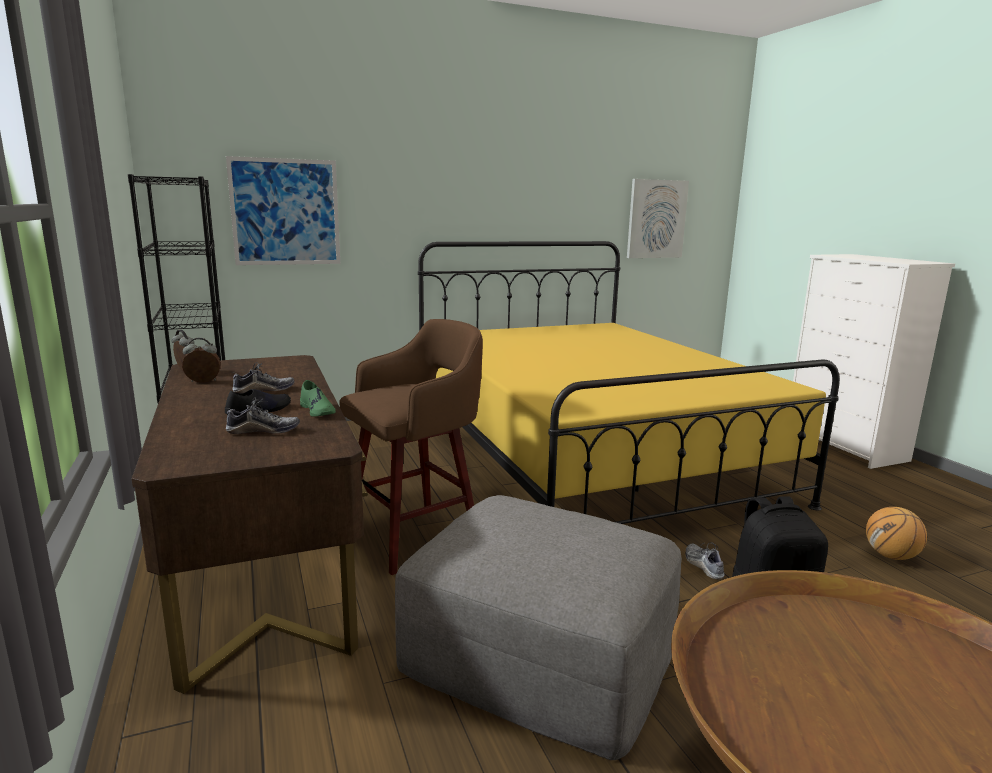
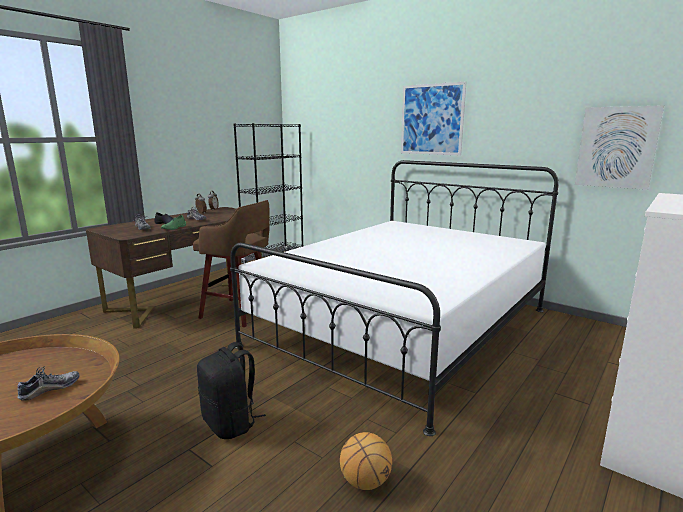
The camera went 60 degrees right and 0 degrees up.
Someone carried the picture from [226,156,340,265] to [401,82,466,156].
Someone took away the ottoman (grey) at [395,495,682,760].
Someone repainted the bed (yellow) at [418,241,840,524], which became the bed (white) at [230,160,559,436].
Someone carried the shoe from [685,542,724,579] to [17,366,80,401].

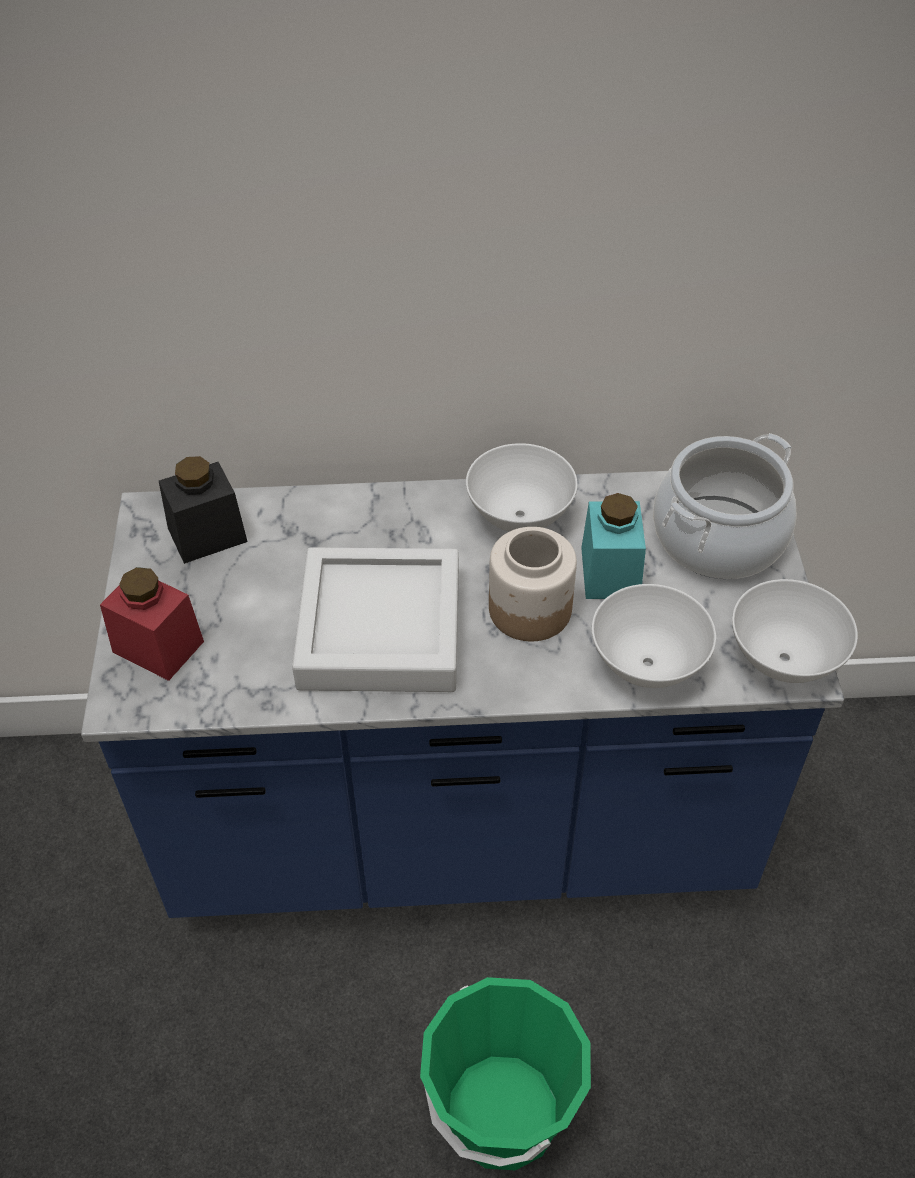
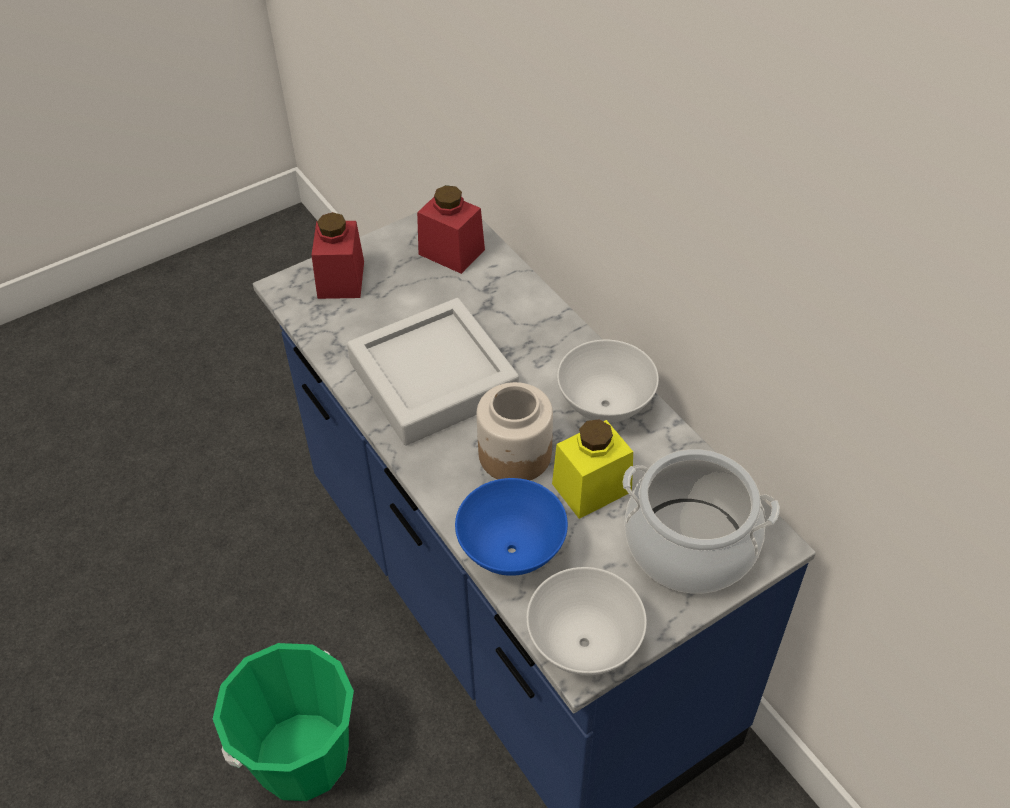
The camera went 60 degrees right and 0 degrees up.
Someone repainted the jar (black) at [159,456,248,564], which became the jar (red) at [417,185,485,274].
Someone repainted the jar (turquoise) at [581,493,646,599], which became the jar (yellow) at [552,419,633,519].
Someone repainted the bowl (white) at [592,584,716,688], which became the bowl (blue) at [455,478,568,576].

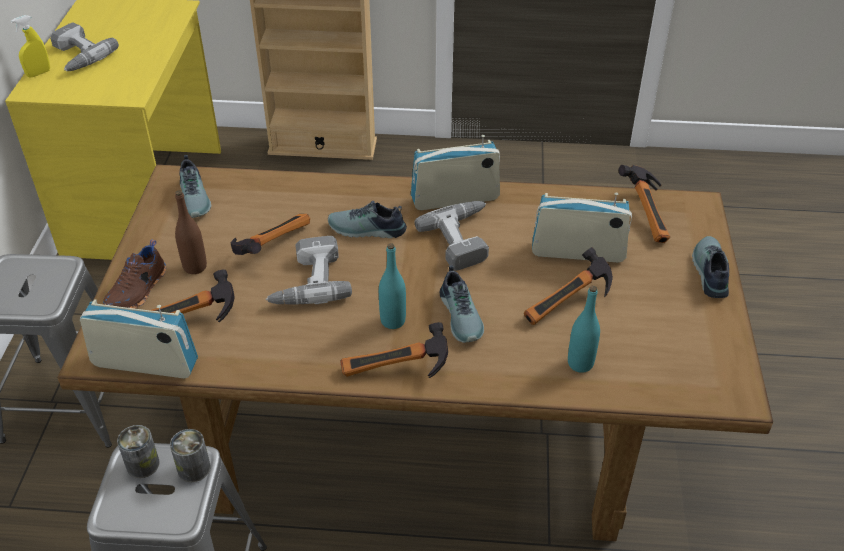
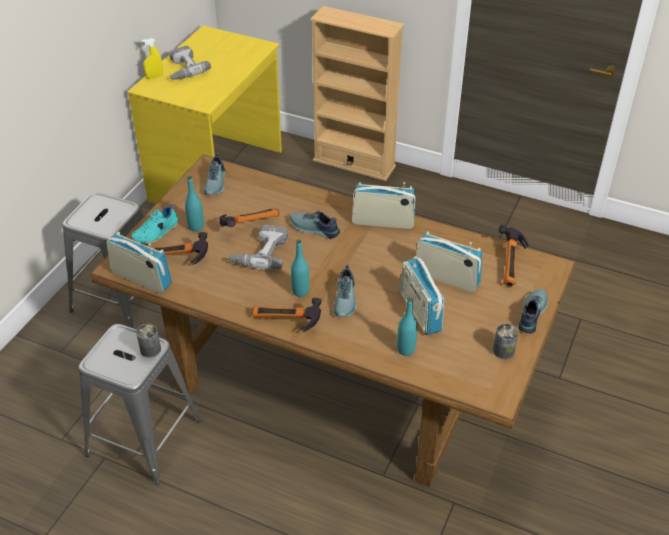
The camera went 20 degrees right and 0 degrees up.
Someone repainted the shoe (brown) at [103,240,166,309], which became the shoe (turquoise) at [131,203,179,244].
Someone carried the can from [117,425,160,478] to [493,323,519,359].
Someone repainted the bottle (brown) at [175,190,207,274], which became the bottle (turquoise) at [185,176,204,232].
Someone took away the power drill at [415,201,489,271].
Someone swapped the hammer at [524,247,613,325] for the radio at [400,256,444,335].

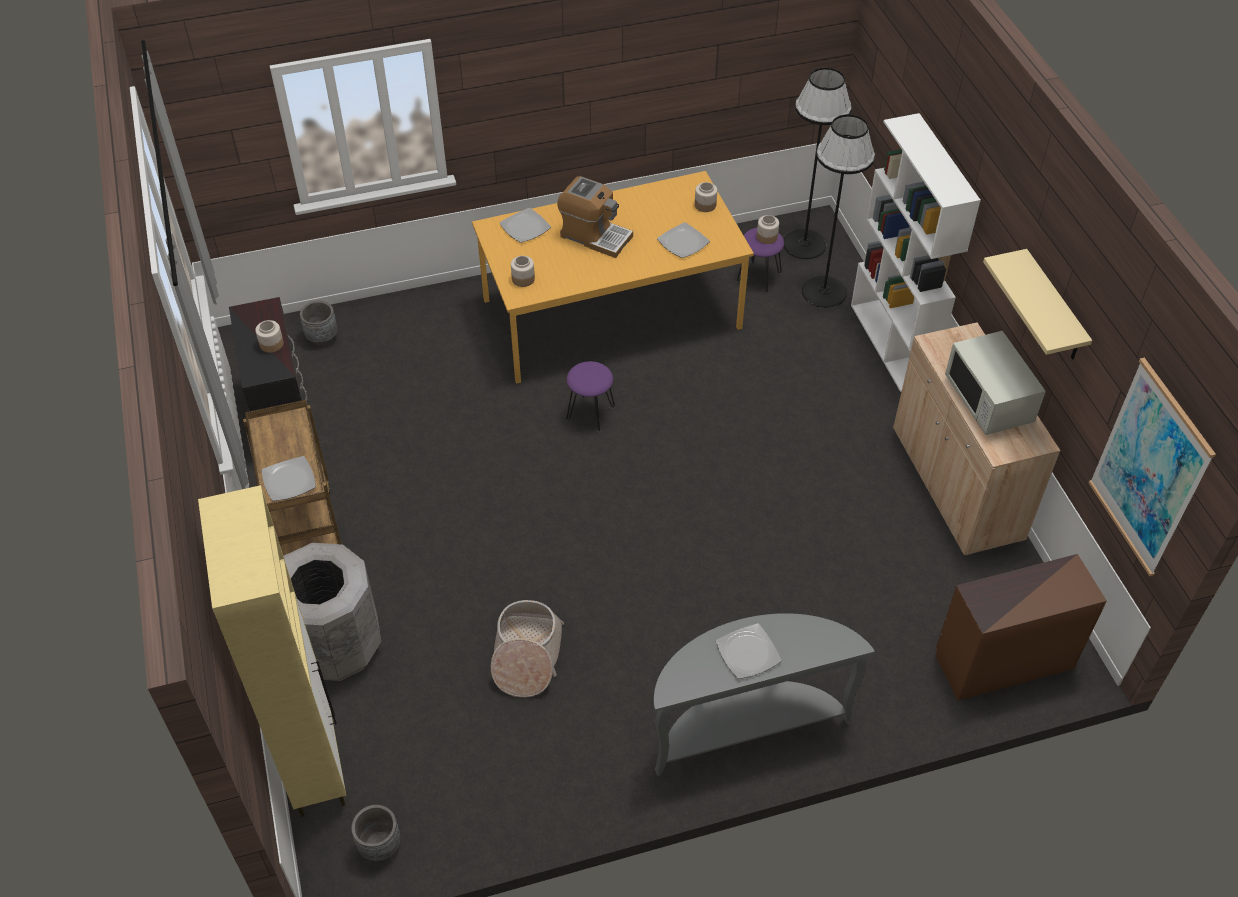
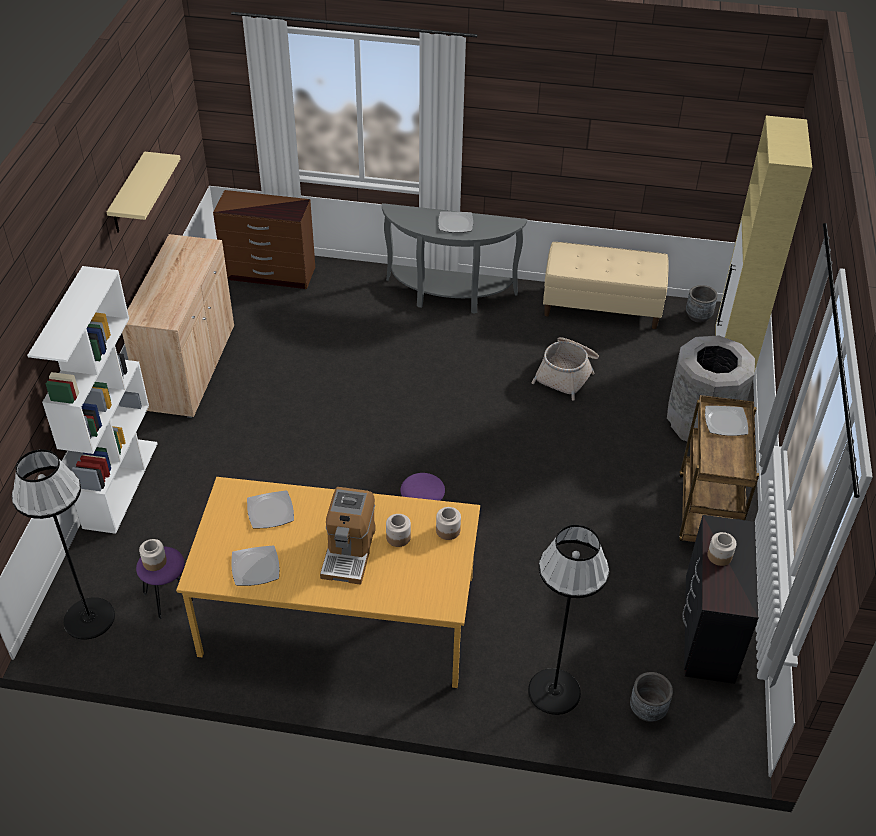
The camera went 155 degrees left and 5 degrees down.
Someone carried the plate from [499,208,551,243] to [231,545,280,586].
Someone rotated the coffee machine at [557,176,633,258] by 135 degrees counterclockwise.
Someone carried the jar from [695,182,717,212] to [386,514,411,547].
Someone carried the floor lamp (black) from [802,114,875,308] to [528,525,609,715].
Someone took away the microwave (white) at [945,331,1046,435].
Someone took away the picture at [1088,358,1216,576].
Someone put down the bench (beige) at [543,242,669,329].

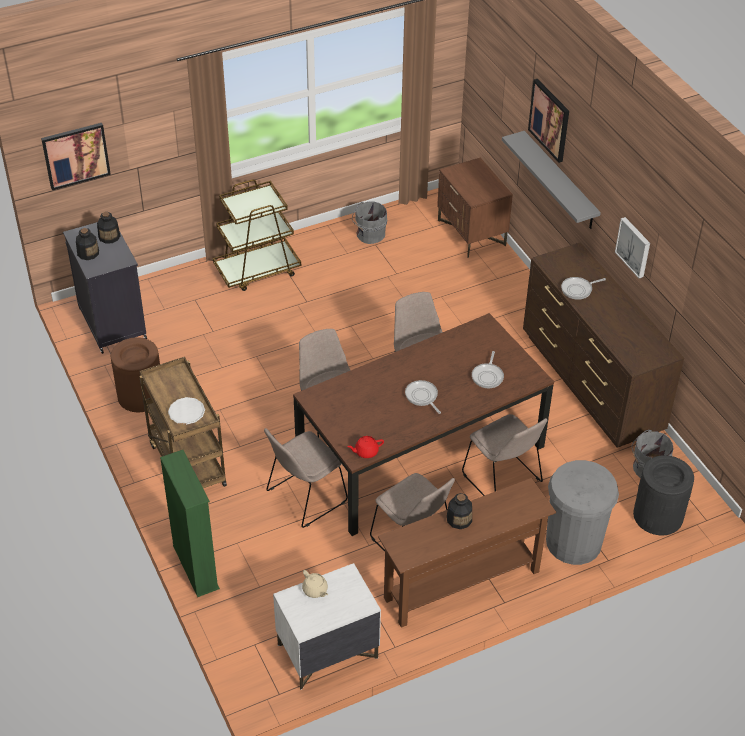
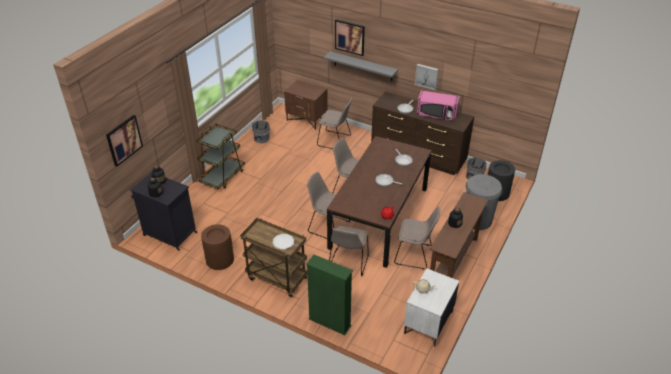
The camera went 35 degrees left and 5 degrees down.
Someone carried the chair (beige) from [462,414,547,496] to [317,98,352,149].
Someone put down the microwave (pink) at [417,91,460,120].

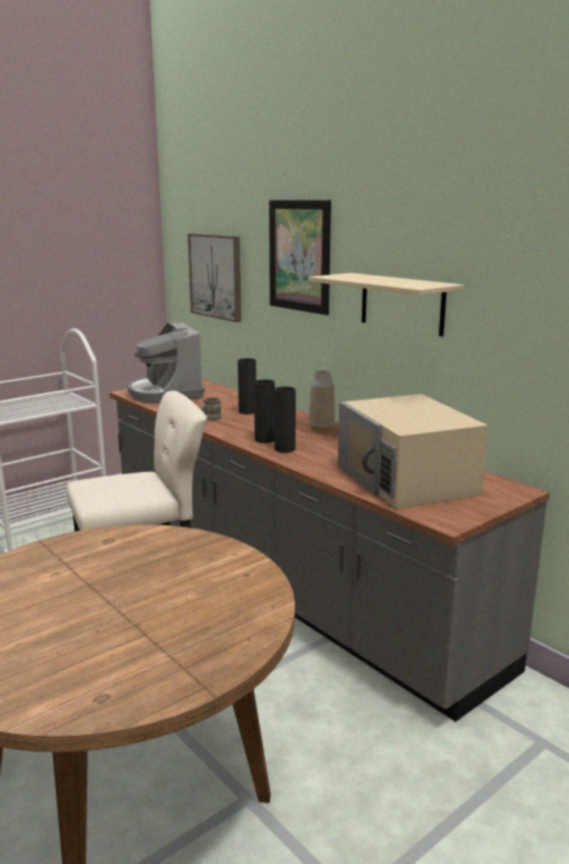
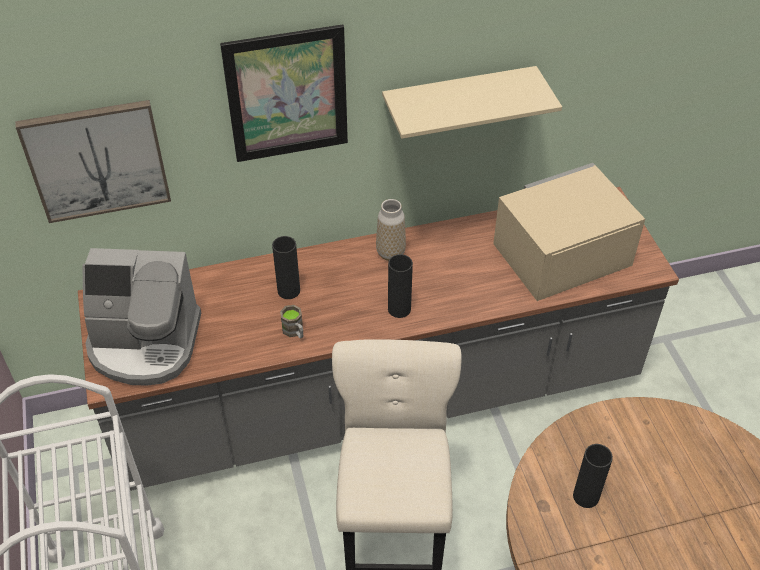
The camera went 65 degrees left and 30 degrees up.
Someone carried the vase (black) from [274,386,296,453] to [573,444,613,508].
Someone rotated the microwave (beige) at [338,394,488,509] by 150 degrees clockwise.

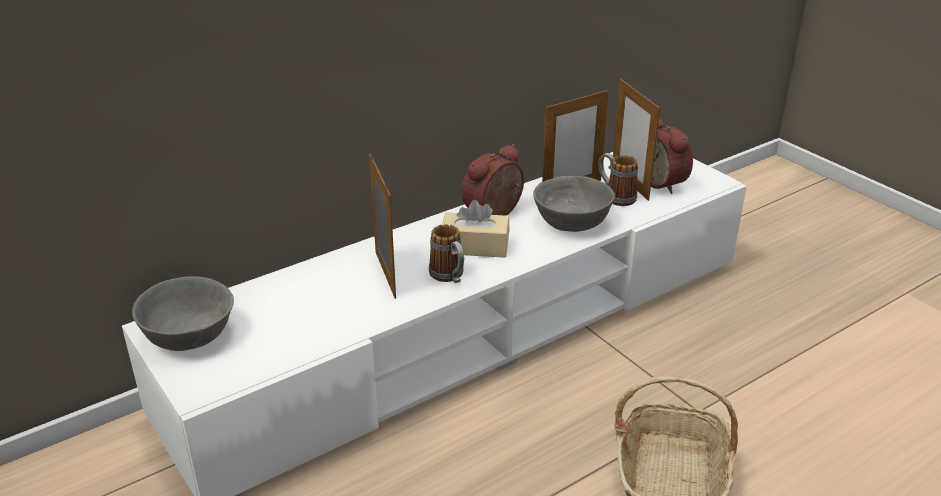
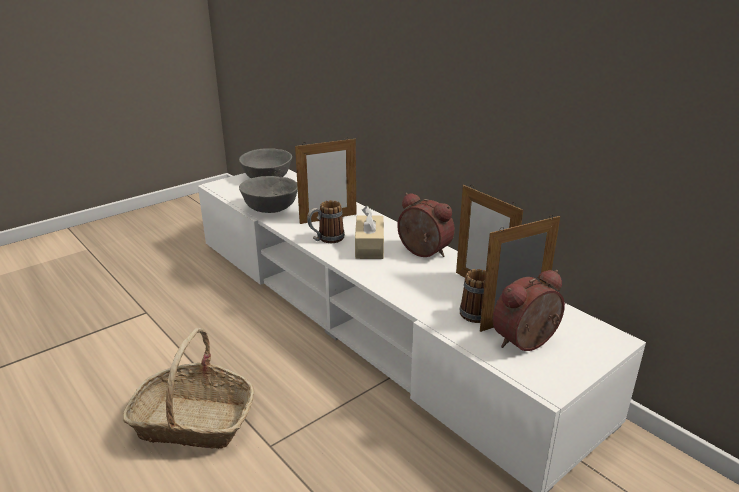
The camera went 85 degrees right and 5 degrees down.
Someone carried the bowl (grey) from [533,176,615,232] to [239,176,298,213].

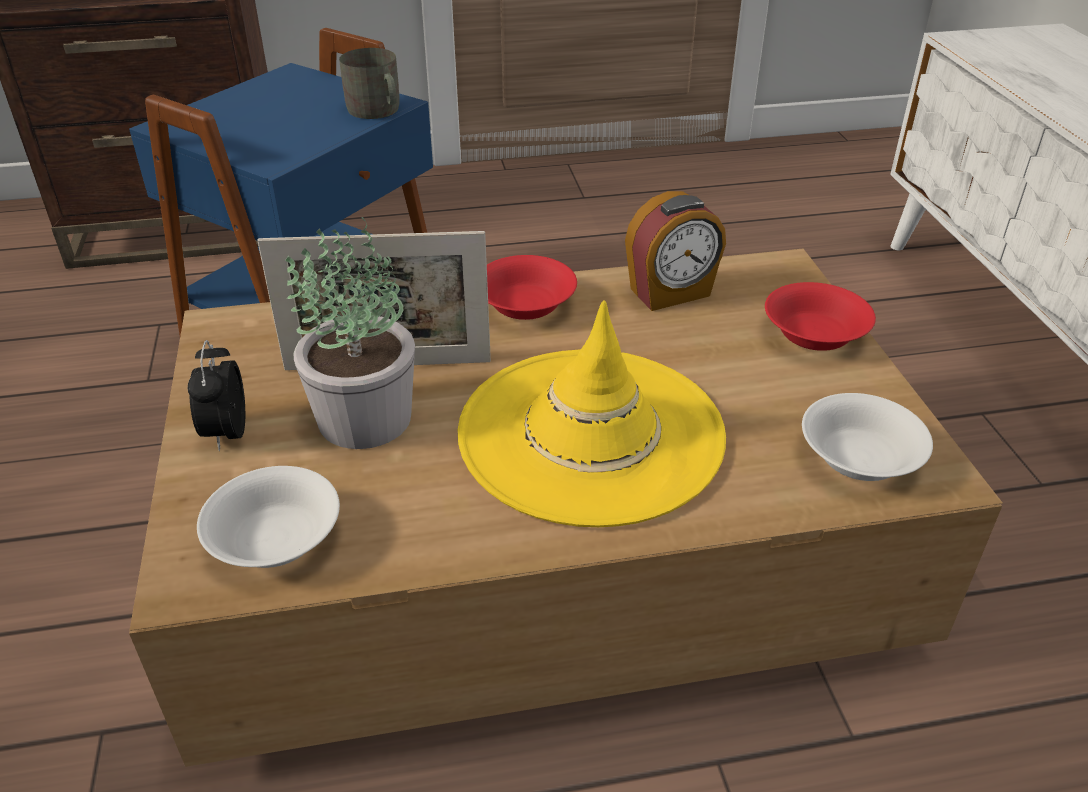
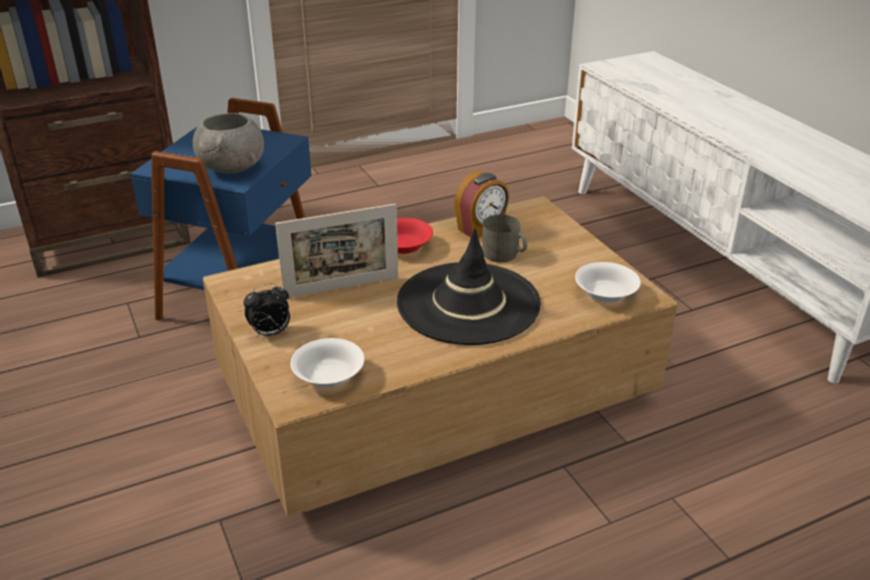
The camera went 15 degrees left and 5 degrees down.
Someone rotated the alarm clock at [188,340,246,452] by 90 degrees counterclockwise.
Someone took away the potted plant at [285,217,415,449].
Someone carried the mug (grey) from [339,48,400,119] to [482,214,527,262].
Someone repainted the hat (yellow) at [458,300,726,527], which became the hat (black) at [397,229,541,345].
Someone took away the bowl (red) at [765,282,876,351].
Someone put down the bowl (grey) at [193,113,264,174].

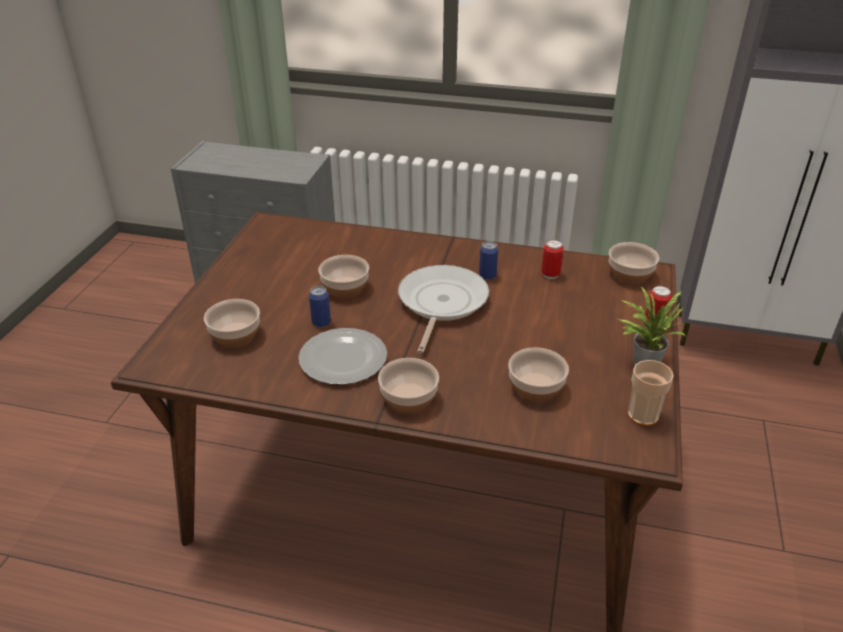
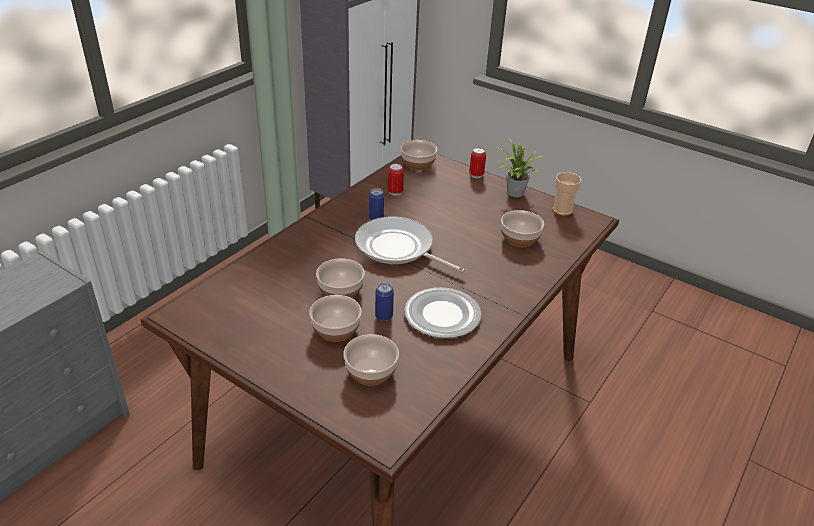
The camera went 70 degrees left and 0 degrees up.
Someone carried the bowl from [378,358,439,413] to [309,295,362,342].

